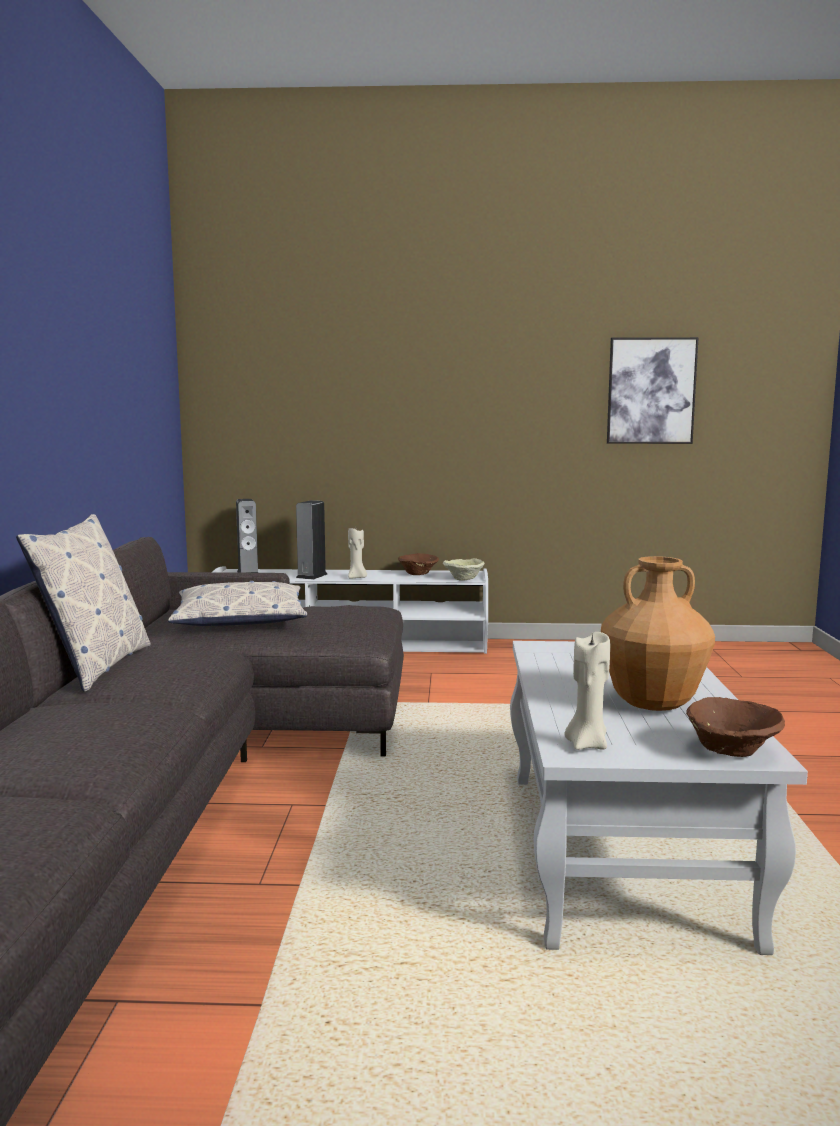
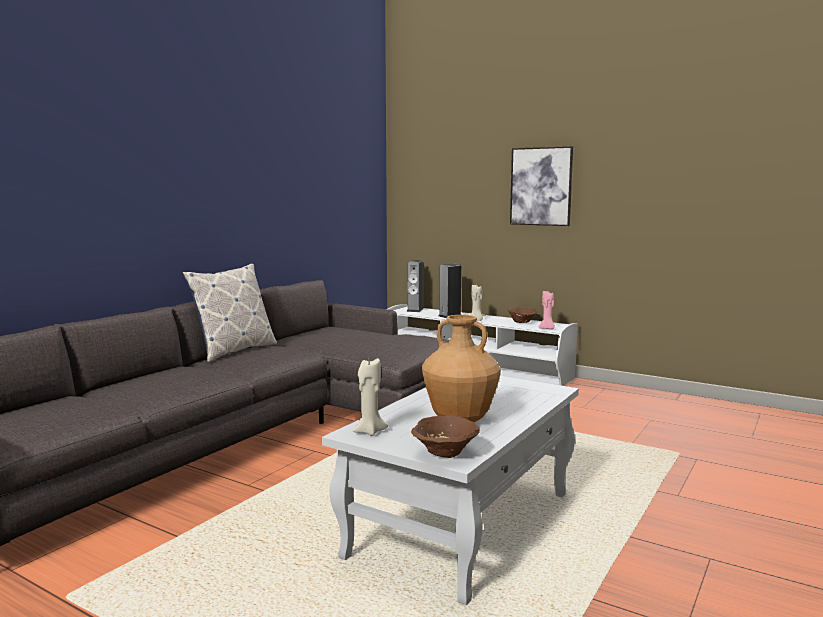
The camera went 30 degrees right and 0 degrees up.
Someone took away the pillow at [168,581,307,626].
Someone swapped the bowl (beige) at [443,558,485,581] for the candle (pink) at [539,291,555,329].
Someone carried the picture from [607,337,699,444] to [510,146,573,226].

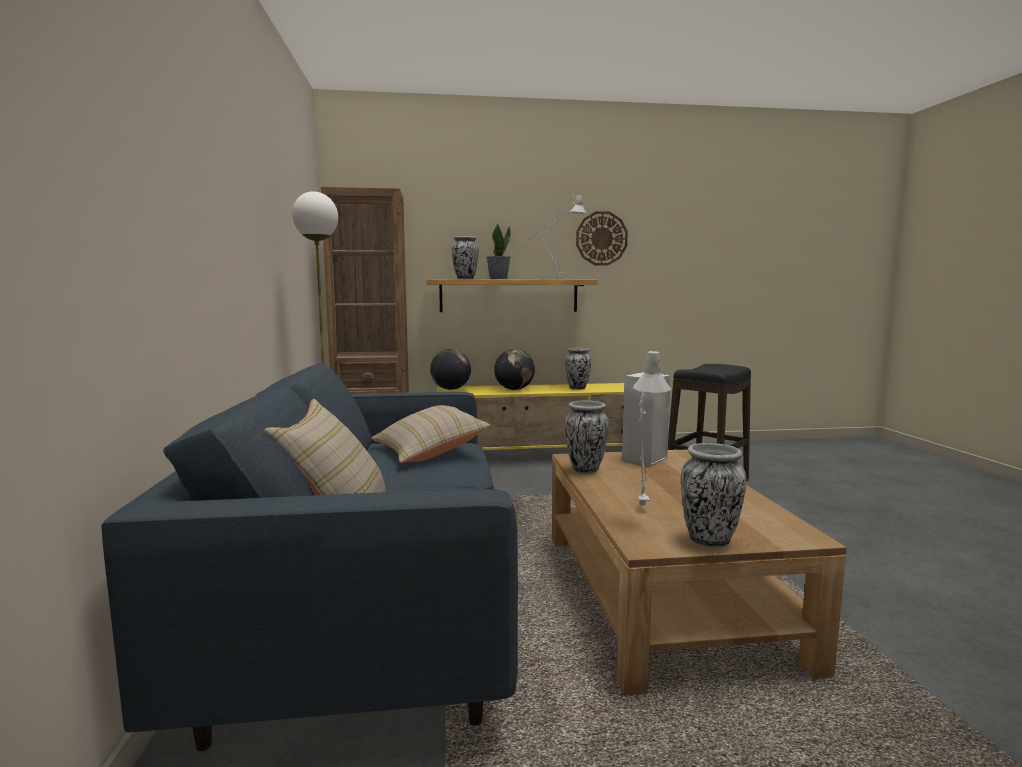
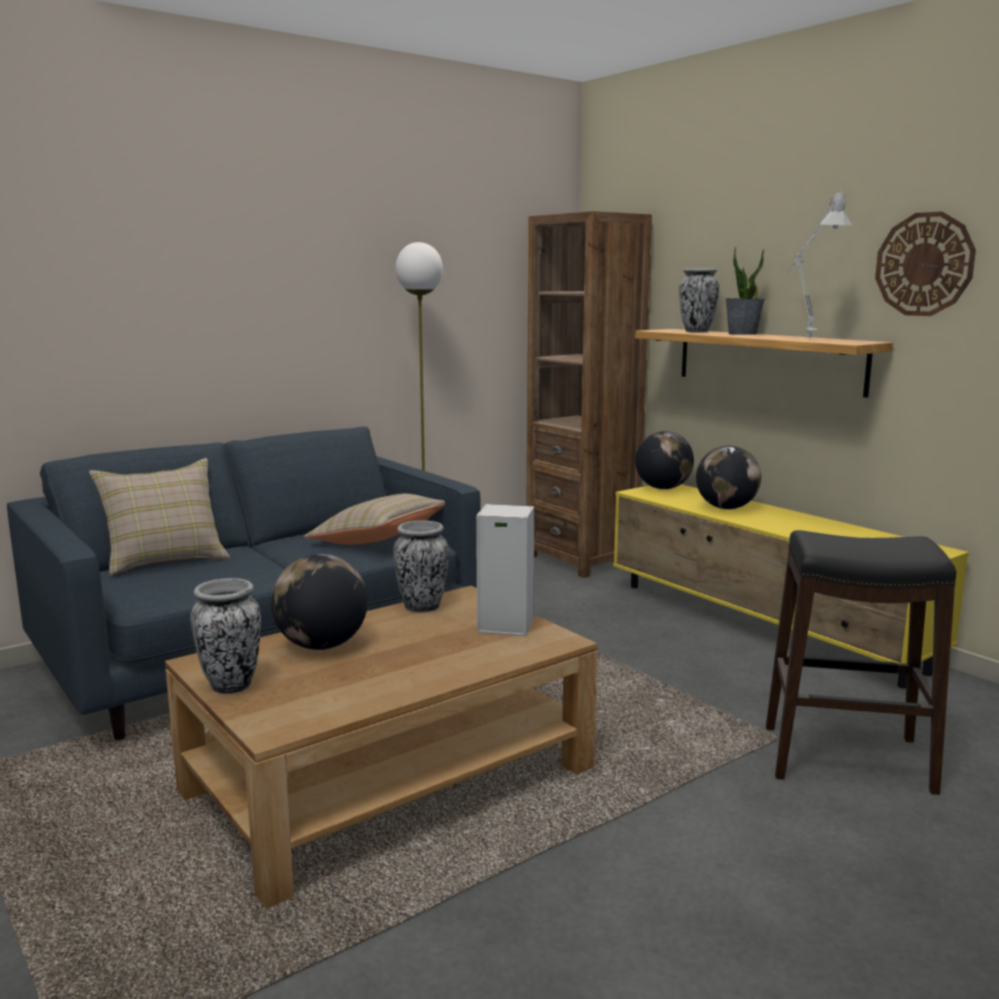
The camera went 60 degrees right and 5 degrees up.
Someone took away the vase at [565,348,591,390].
Someone swapped the table lamp (grey) at [633,349,671,505] for the globe at [271,554,368,650].

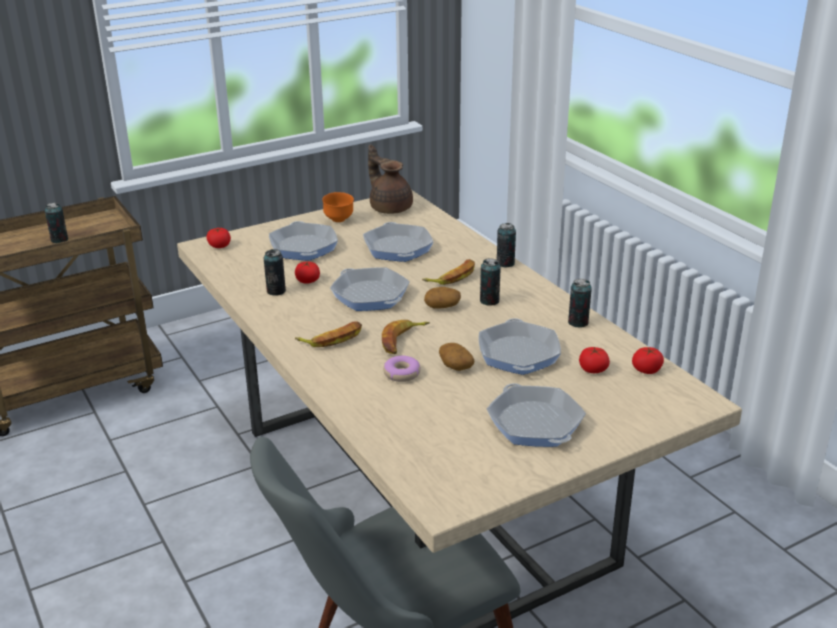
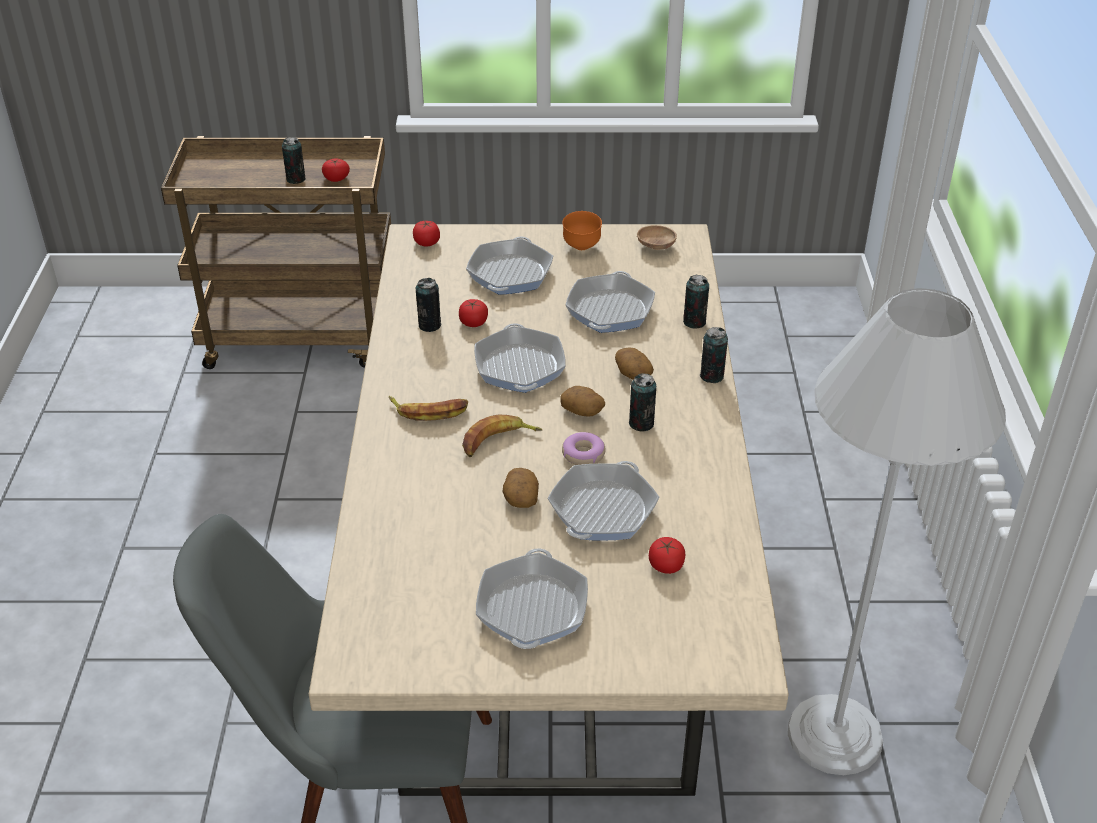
The camera went 30 degrees right and 10 degrees up.
Someone swapped the teapot (brown) at [368,145,413,214] for the bowl (brown) at [637,225,677,250].
Someone carried the donut from [383,356,421,382] to [562,432,606,465].
Someone swapped the banana at [422,259,475,285] for the potato at [615,347,654,380].
Someone carried the can from [568,279,592,328] to [683,275,709,328].
Someone carried the tomato from [632,347,664,374] to [322,158,350,182].
Someone put down the floor lamp (white) at [788,288,1006,775].

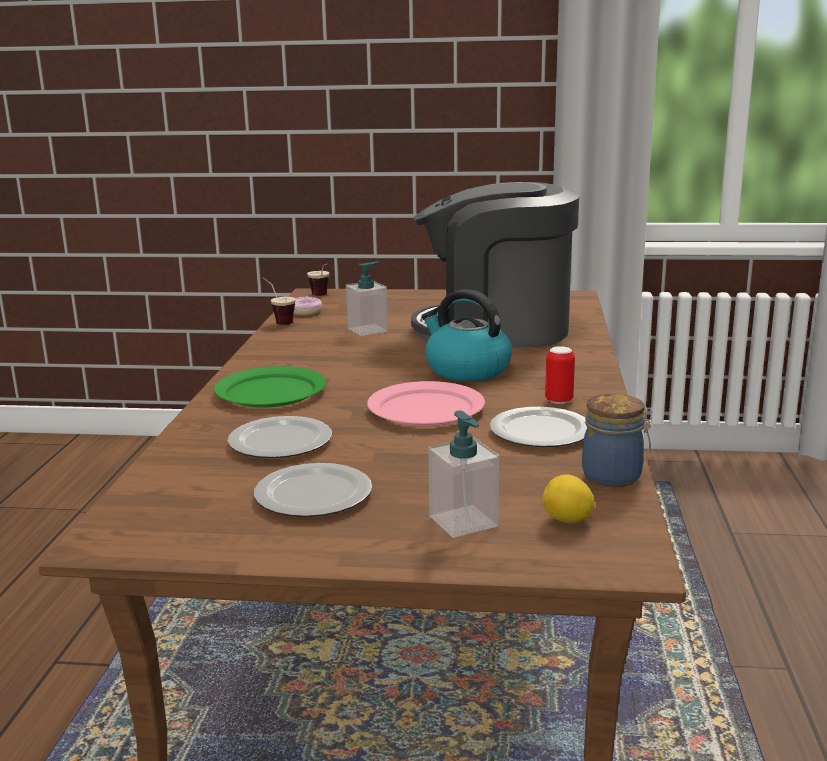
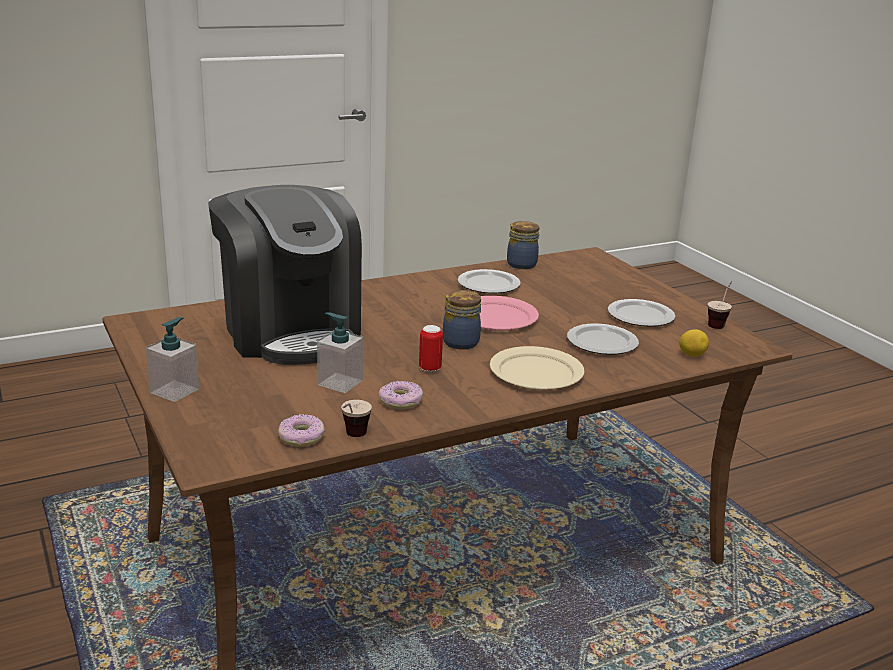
The camera went 125 degrees left and 5 degrees up.
Someone repainted the plate (green) at [214,366,326,408], which became the plate (beige) at [490,346,584,390].
Someone carried the cup from [307,263,329,296] to [708,281,732,329].
Someone took away the kettle at [422,289,512,381].
Someone carried the soap dispenser from [428,411,499,538] to [146,317,199,402].
Someone carried the lemon from [543,475,595,523] to [679,329,709,357].
Someone carried the can from [545,346,575,404] to [419,325,443,372].
Someone put down the donut at [379,381,423,409].
Someone put down the jar at [443,290,481,350].

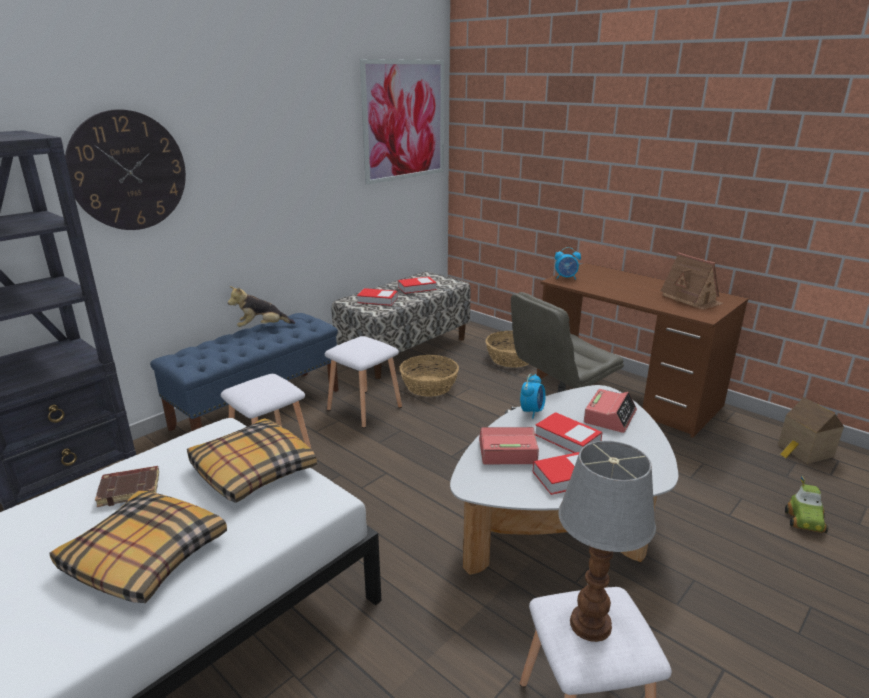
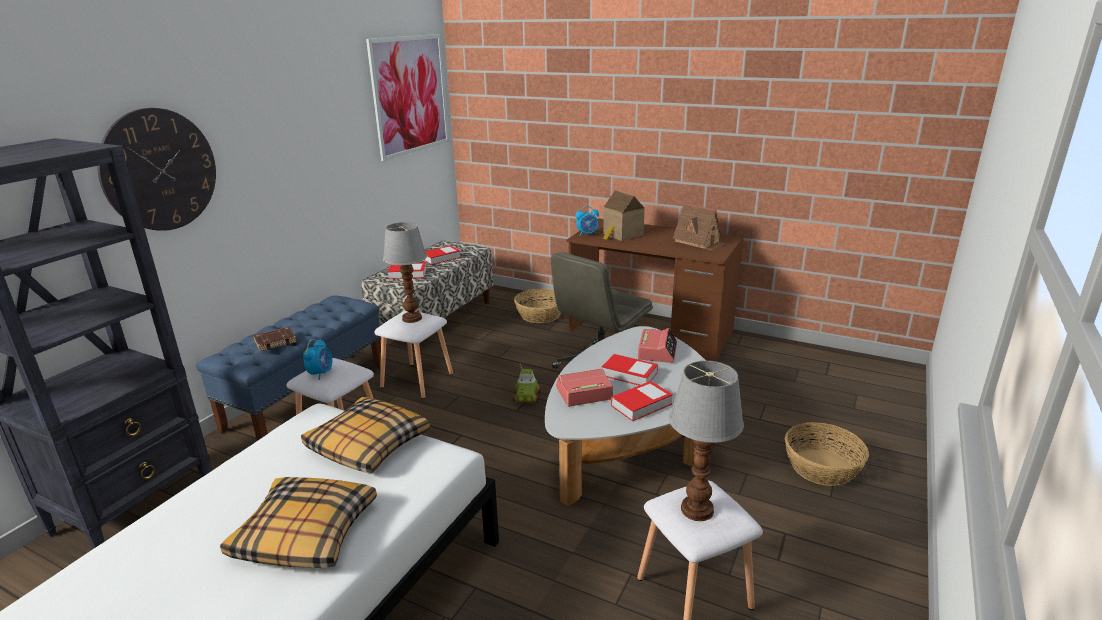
The camera went 15 degrees left and 0 degrees up.
Someone carried the book (brown) from [95,466,159,507] to [253,327,297,351].
Someone took away the plush toy at [228,286,295,327].
Someone carried the basket from [399,355,459,397] to [785,422,869,486].
Someone carried the alarm clock from [520,374,546,419] to [303,339,332,380].
Someone carried the toy house from [778,397,844,464] to [603,190,645,241].
Someone carried the toy car from [785,476,828,533] to [513,363,540,403].
Someone put down the table lamp at [383,222,427,323].

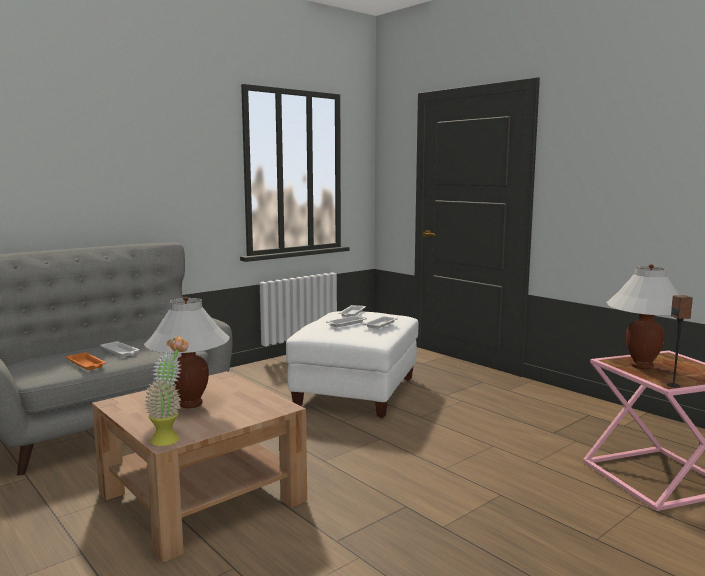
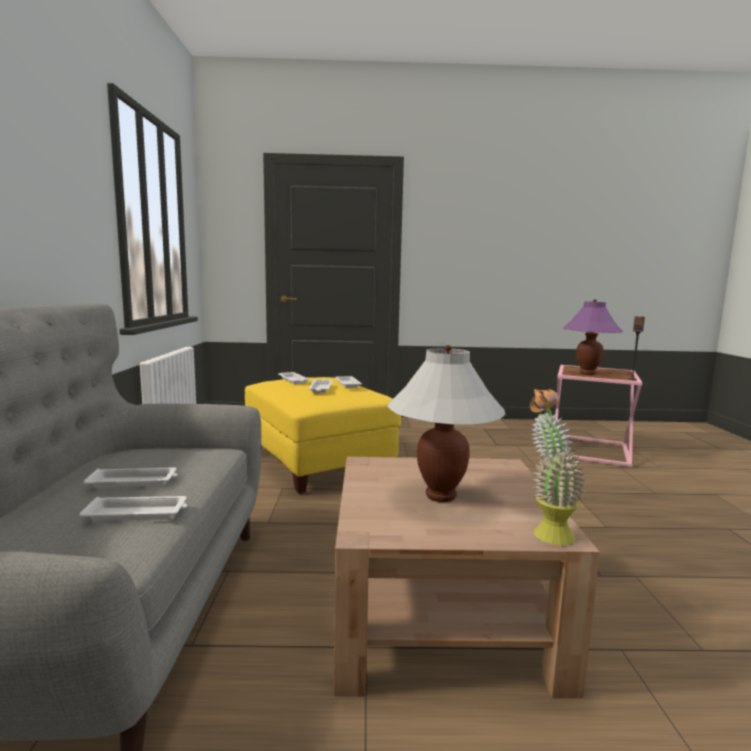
The camera went 50 degrees left and 0 degrees up.
Someone repainted the tray (orange) at [66,352,106,370], which became the tray (white) at [79,496,187,521].
Someone repainted the ottoman (white) at [286,311,419,418], which became the ottoman (yellow) at [245,377,401,494].
Someone repainted the table lamp (white) at [606,264,679,370], which became the table lamp (purple) at [563,299,623,375].

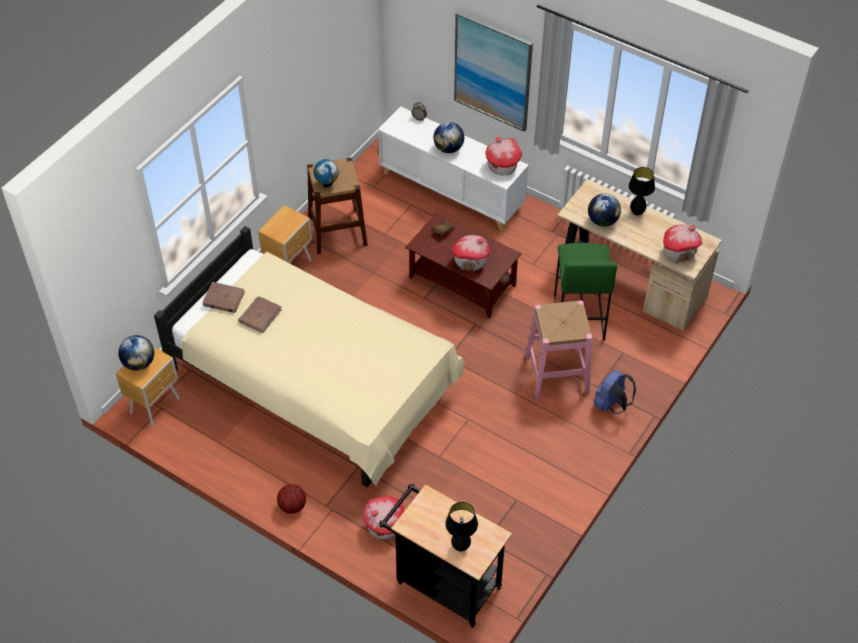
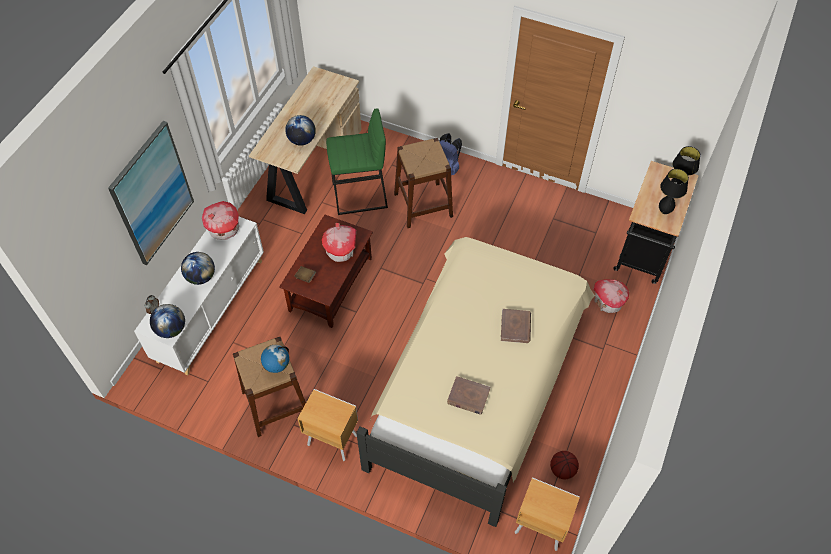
The camera went 100 degrees left and 5 degrees up.
Someone carried the globe from [118,335,154,371] to [150,304,185,338].
Someone carried the book (brown) from [203,282,245,313] to [501,309,531,343].
Someone carried the basketball from [277,484,306,514] to [550,451,579,479].
Someone repainted the stool (pink) at [525,300,593,399], which became the stool (brown) at [394,138,453,228].
Someone carried the table lamp (black) from [628,167,655,215] to [659,169,689,214].
Someone took away the toy house at [663,224,702,263].

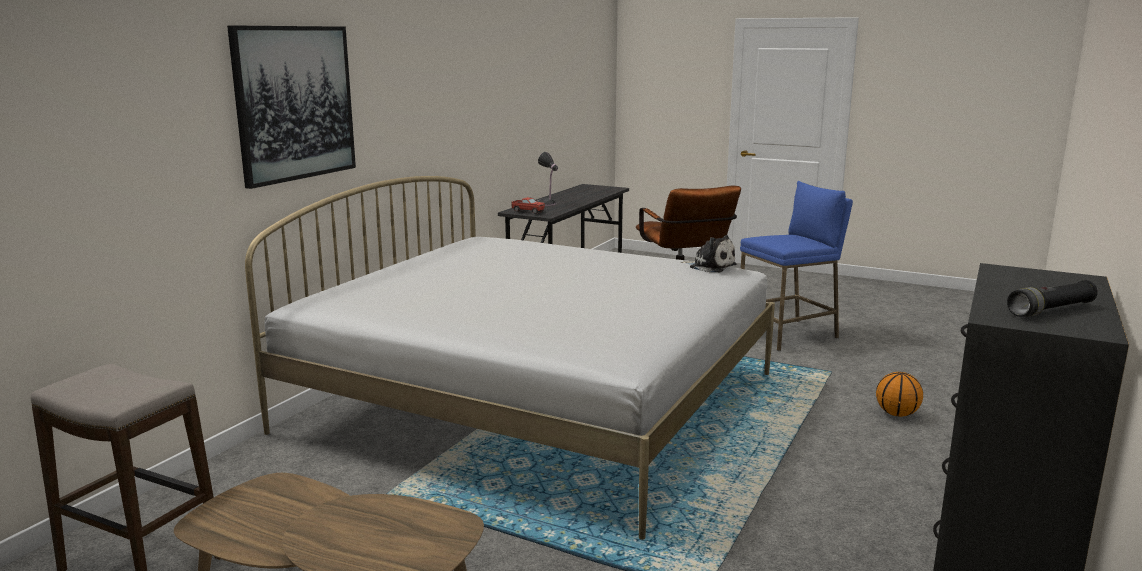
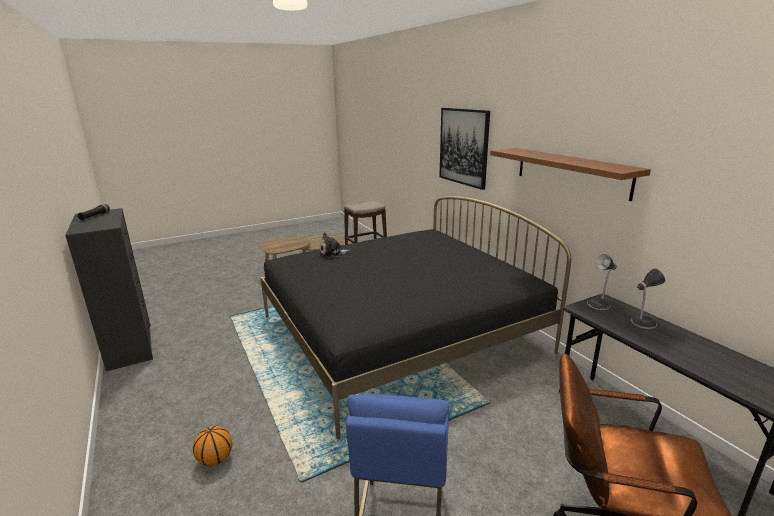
The camera went 125 degrees right and 5 degrees up.
Someone repainted the bed (white) at [245,176,775,540], which became the bed (black) at [261,196,571,440].
Someone swapped the toy truck at [511,197,545,214] for the table lamp at [587,254,617,310].
Someone carried the plush toy from [681,235,737,273] to [320,232,350,258].
Someone put up the shelf (brown) at [490,148,651,201].

